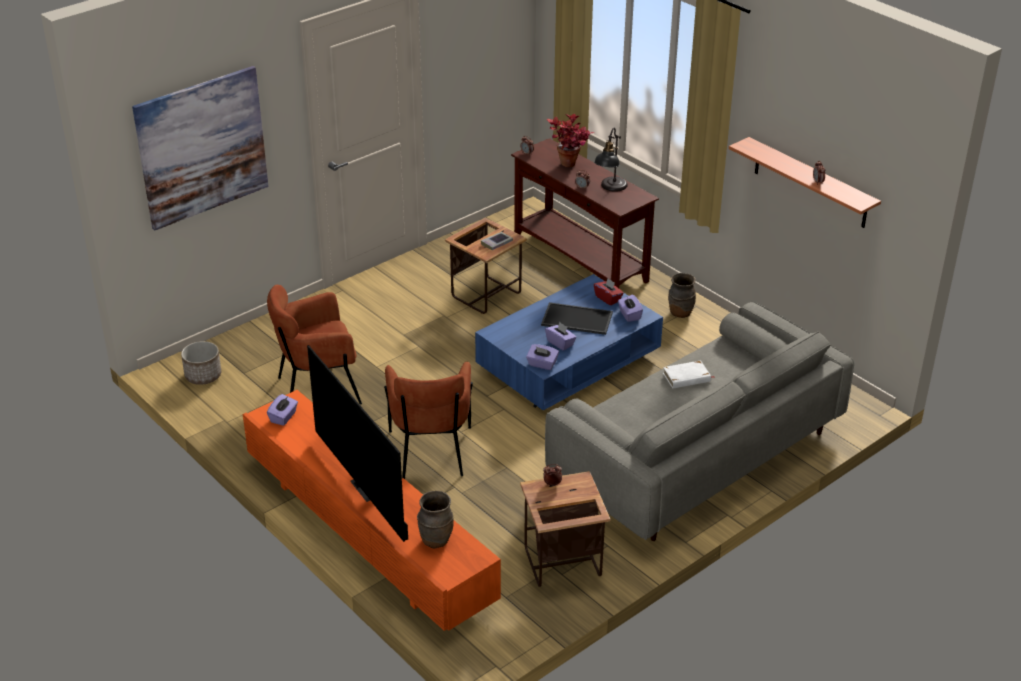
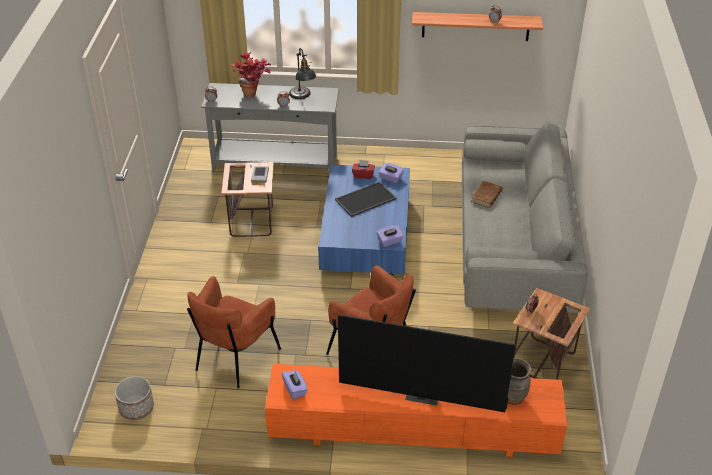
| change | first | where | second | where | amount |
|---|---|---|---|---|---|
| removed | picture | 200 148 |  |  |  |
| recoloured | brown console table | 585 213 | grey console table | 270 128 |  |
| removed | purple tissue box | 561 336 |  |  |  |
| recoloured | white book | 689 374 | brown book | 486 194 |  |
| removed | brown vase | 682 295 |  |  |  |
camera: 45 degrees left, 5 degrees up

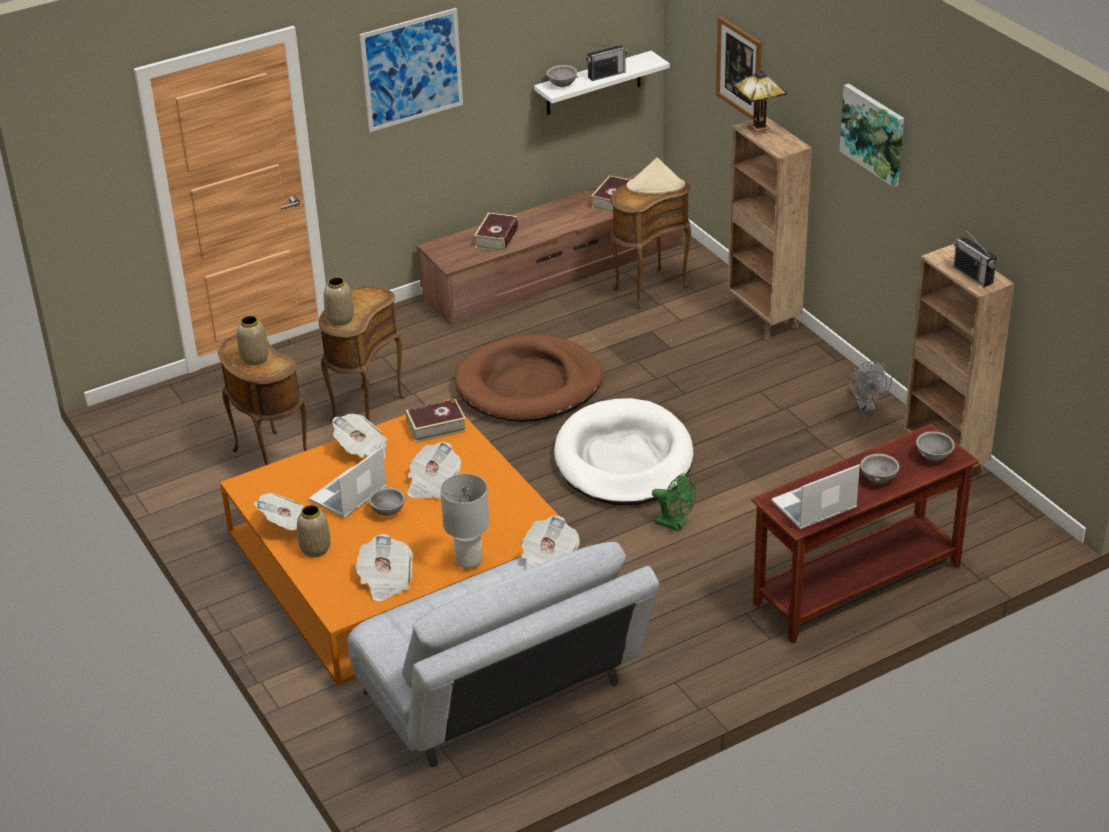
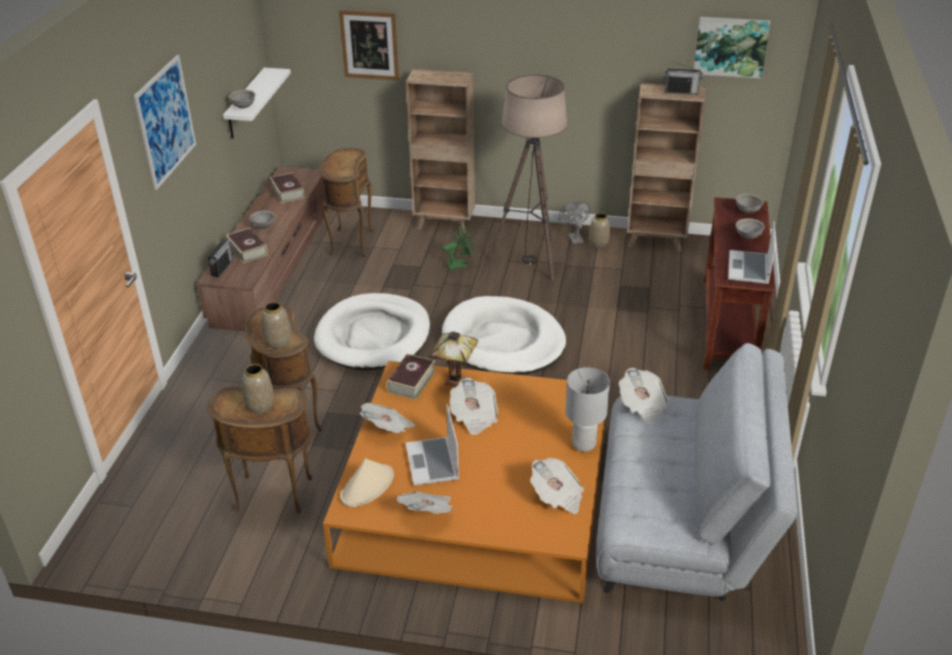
| change | first | where | second | where | amount |
|---|---|---|---|---|---|
| moved | vase | 314 531 |  | 599 230 |  |
| moved | grey bowl | 386 501 |  | 262 220 |  |
| recoloured | brown dog bed | 528 378 | white dog bed | 372 331 |  |
| moved | radio | 607 62 |  | 221 258 |  |
| moved | beige hat | 656 175 |  | 367 482 |  |
| moved | green fan | 674 502 |  | 458 248 |  |
| moved | table lamp | 760 102 |  | 454 359 |  |
| moved | picture | 871 135 |  | 732 47 |  |
| turned | grey fan | 870 386 |  | 574 222 | 135 degrees counterclockwise |
| added |  |  | floor lamp | 528 178 |  |
camera: 50 degrees left, 0 degrees up

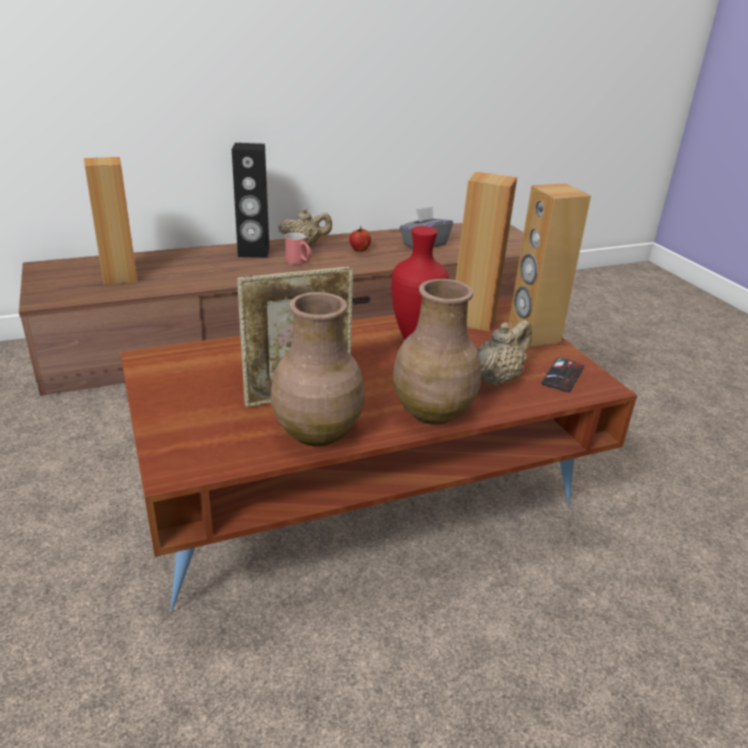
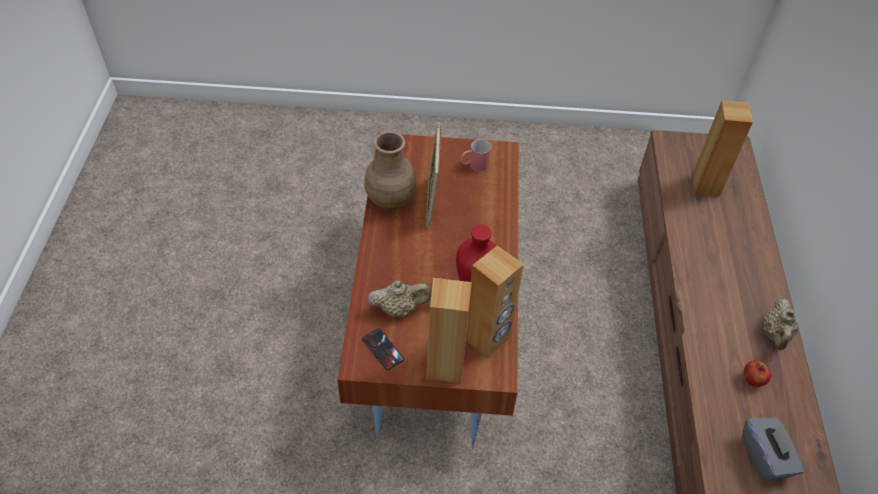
| change | first | where | second | where | amount |
|---|---|---|---|---|---|
| removed | black speaker | 250 200 |  |  |  |
| moved | red mug | 298 249 |  | 475 155 |  |
| removed | brown vase | 436 352 |  |  |  |
| turned | beige teapot | 505 352 |  | 399 298 | 75 degrees counterclockwise |
camera: 115 degrees right, 20 degrees up

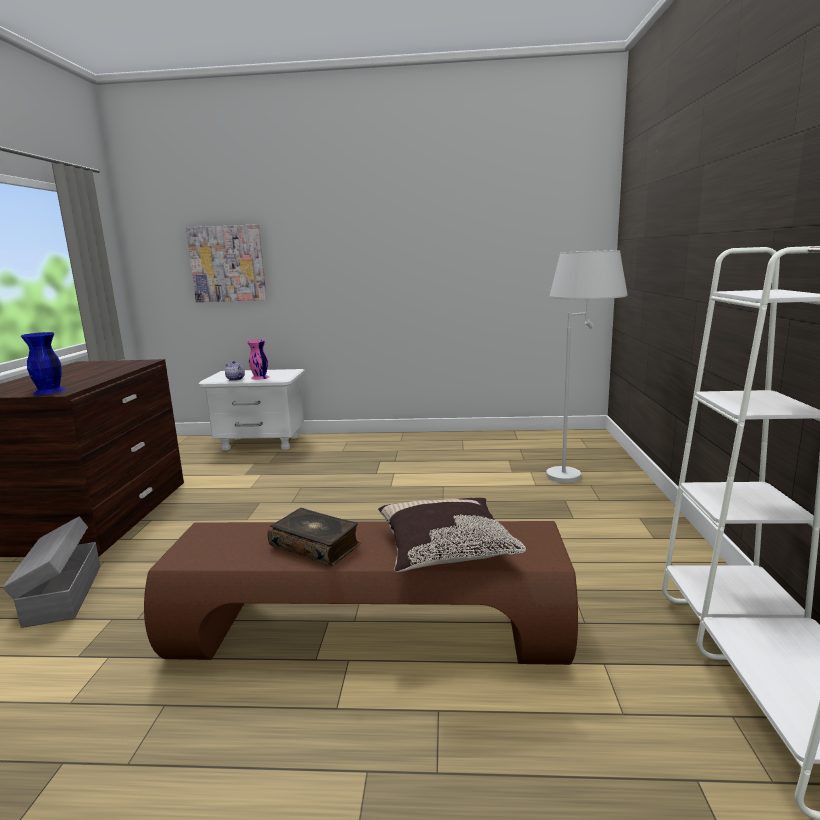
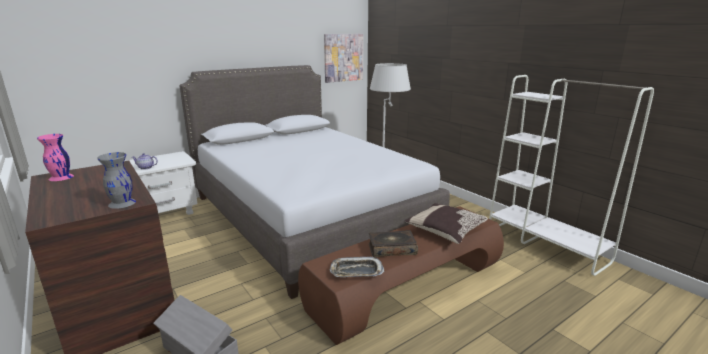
| change | first | where | second | where | amount |
|---|---|---|---|---|---|
| recoloured | blue vase | 43 363 | grey vase | 116 180 |  |
| moved | picture | 226 263 |  | 343 58 |  |
| moved | pink vase | 258 360 |  | 55 157 |  |
| added |  |  | grey bed | 314 182 |  |
| added |  |  | tray | 357 267 |  |
camera: 40 degrees left, 5 degrees up

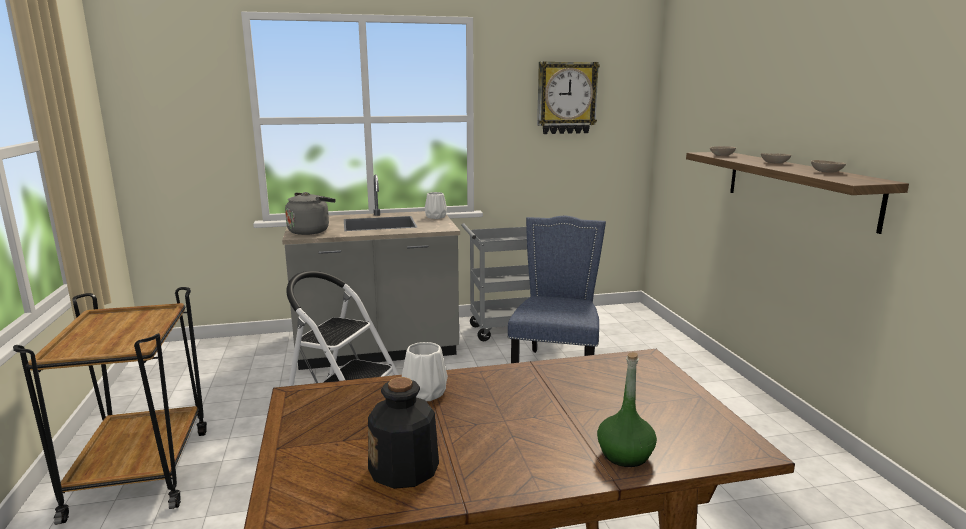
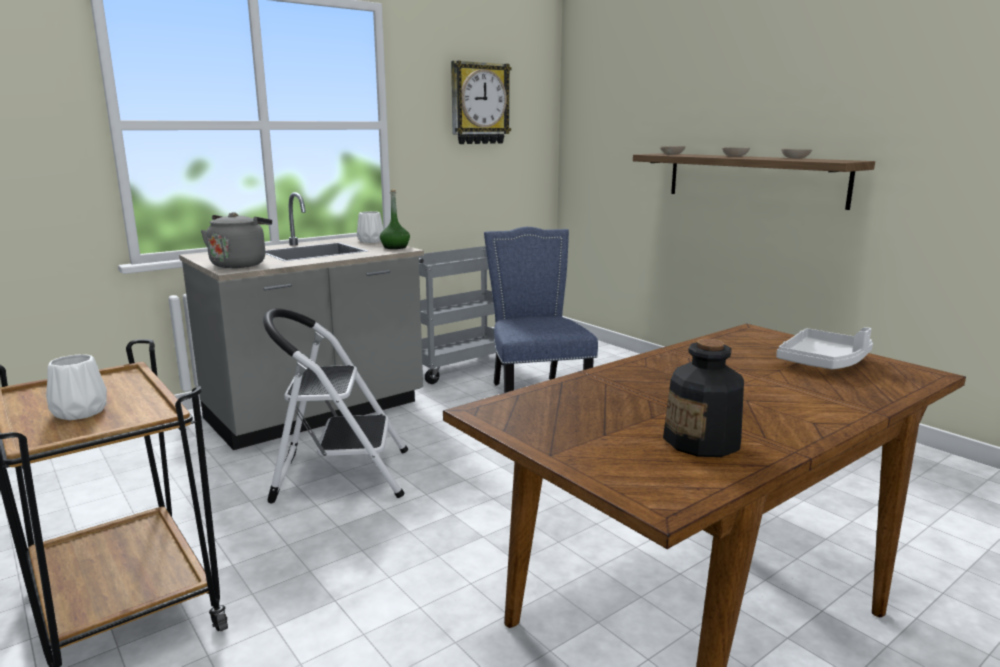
| change | first | where | second | where | amount |
|---|---|---|---|---|---|
| moved | white vase | 425 371 |  | 76 387 |  |
| moved | green bottle | 627 409 |  | 395 219 |  |
| added |  |  | grey tray | 824 348 |  |
camera: 25 degrees left, 0 degrees up

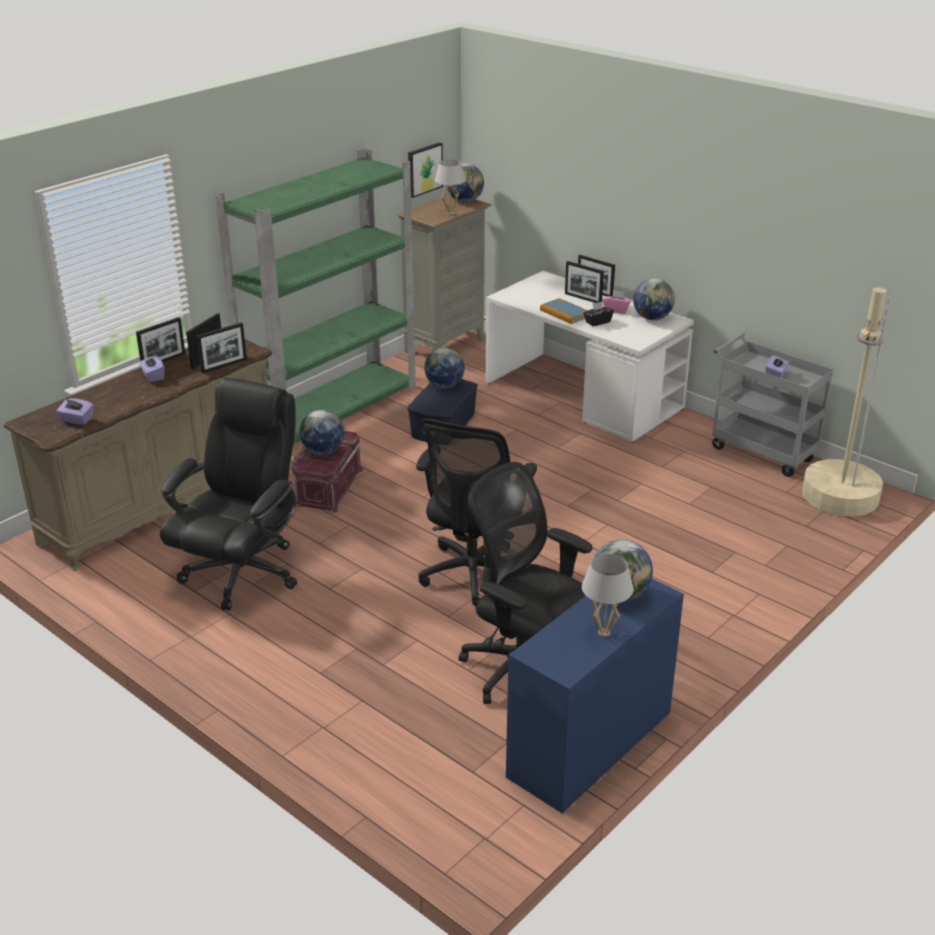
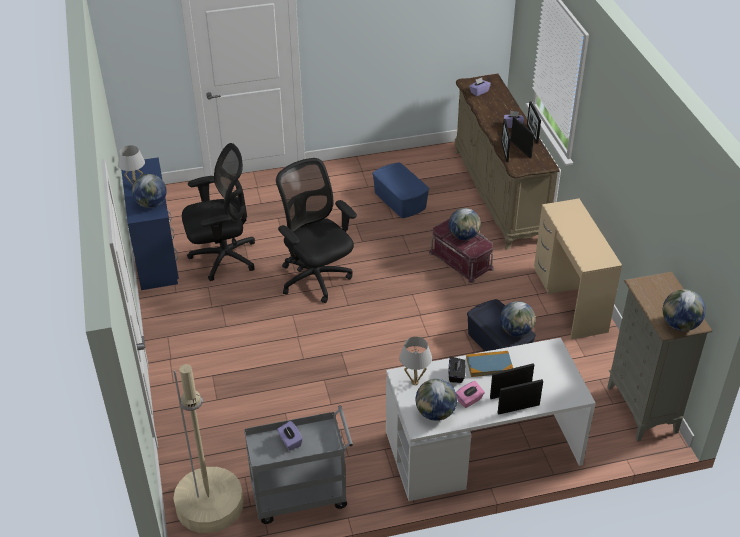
| change | first | where | second | where | amount |
|---|---|---|---|---|---|
| replaced | black office chair | 228 494 | blue storage box | 400 190 |  |
| replaced | green bookcase | 315 296 | beige desk | 578 269 |  |
| removed | picture | 425 170 |  |  |  |
| moved | white table lamp | 450 187 |  | 415 361 |  |
camera: 125 degrees right, 10 degrees up

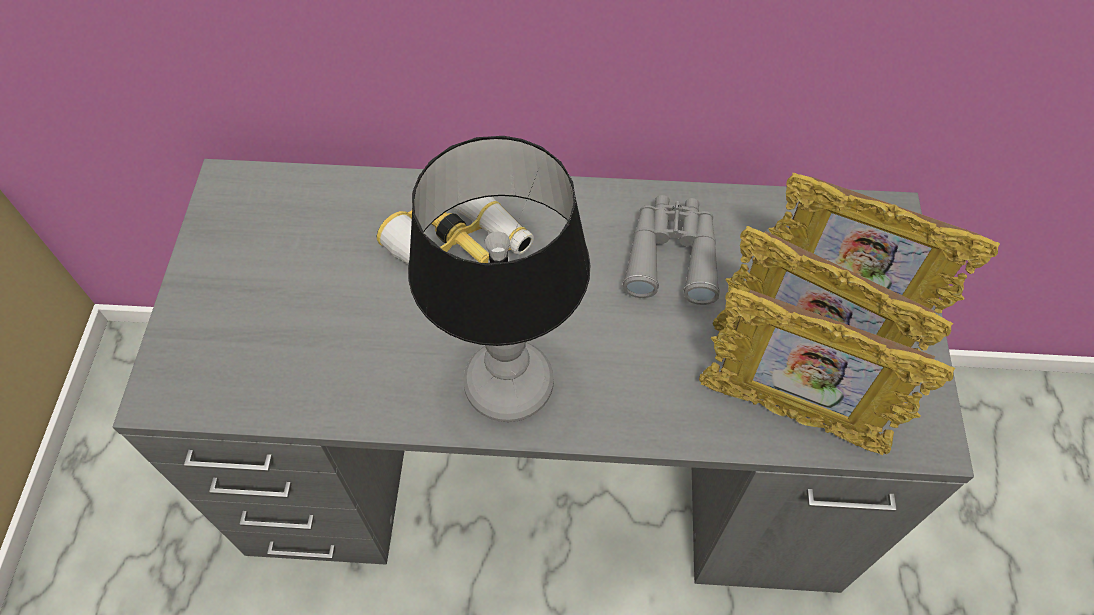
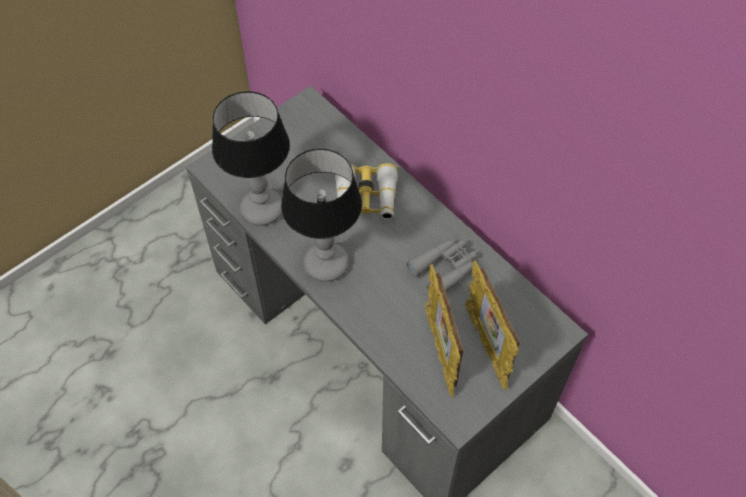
| change | first | where | second | where | amount |
|---|---|---|---|---|---|
| removed | picture frame | 827 371 |  |  |  |
| added |  |  | table lamp | 251 158 |  |
camera: 45 degrees right, 0 degrees up

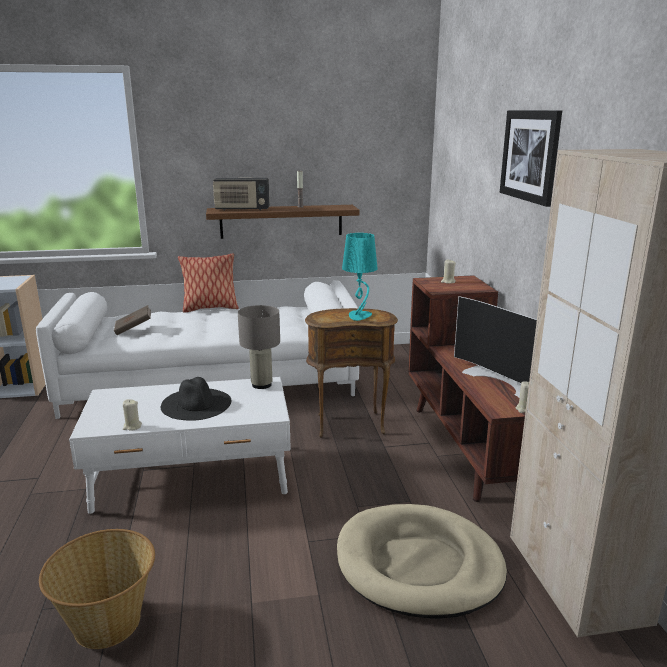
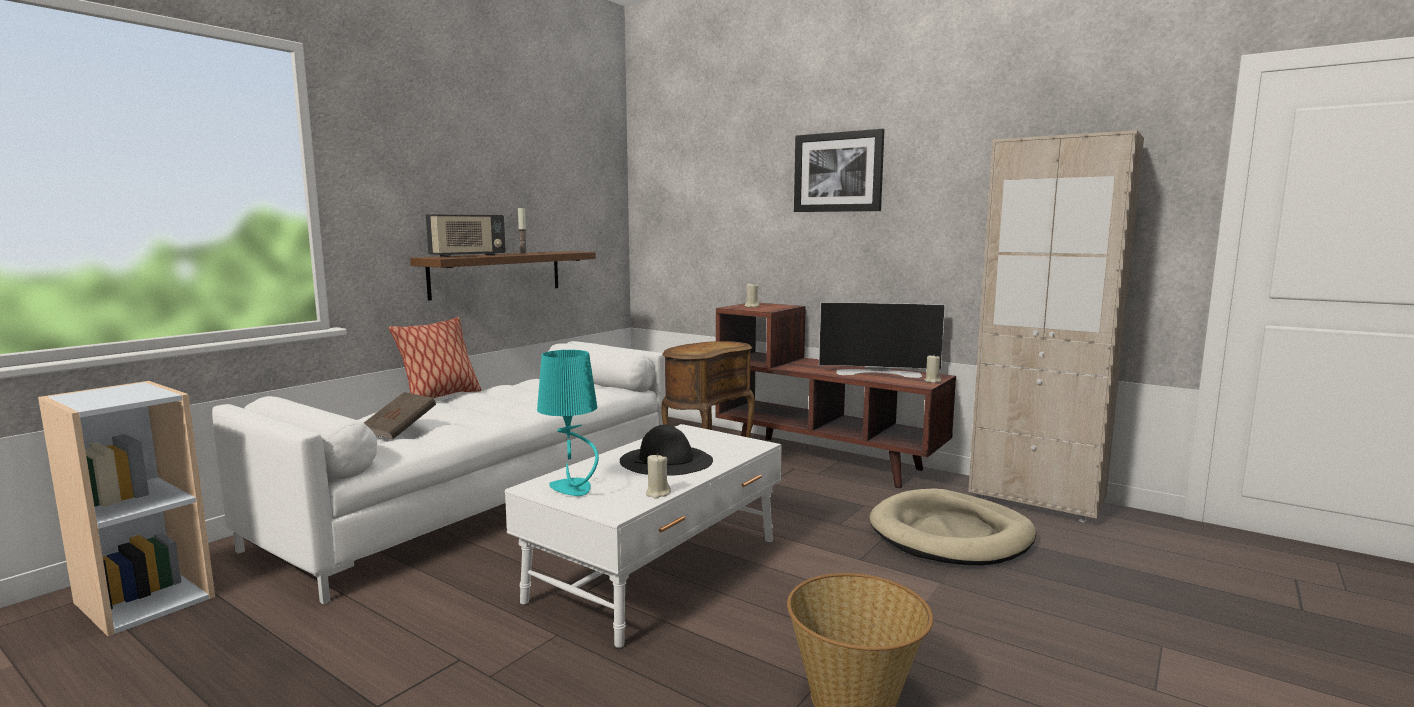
| change | first | where | second | where | amount |
|---|---|---|---|---|---|
| removed | grey table lamp | 259 347 |  |  |  |
| moved | turquoise table lamp | 360 277 |  | 568 423 |  |
camera: 45 degrees left, 10 degrees down

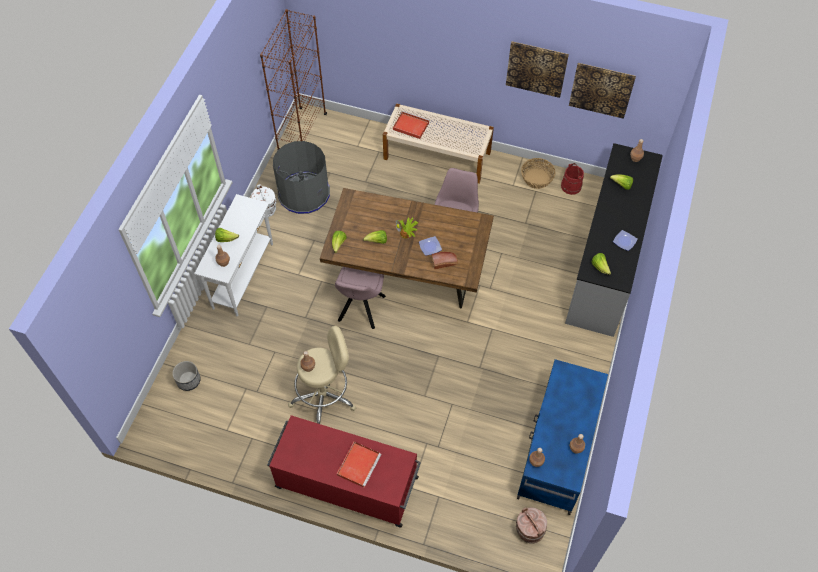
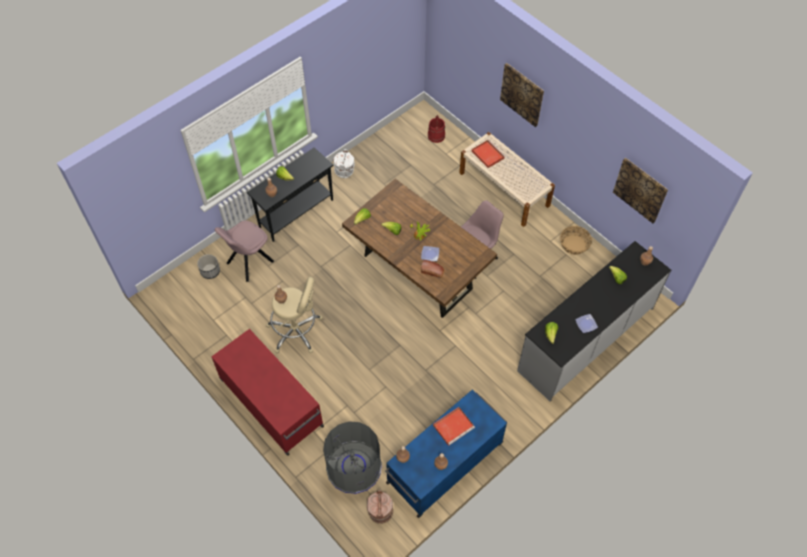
| change | first | where | second | where | amount |
|---|---|---|---|---|---|
| recoloured | white console table | 233 255 | black console table | 290 194 |  |
| removed | brown bookcase | 293 79 |  |  |  |
| moved | grey trash can | 301 177 |  | 352 457 |  |
| moved | pink chair | 360 298 |  | 244 251 |  |
| moved | red tray | 359 464 |  | 454 426 |  |
| moved | picture | 537 69 |  | 522 95 |  |
| moved | red bucket | 572 179 |  | 436 129 |  |
camera: 30 degrees right, 0 degrees up

